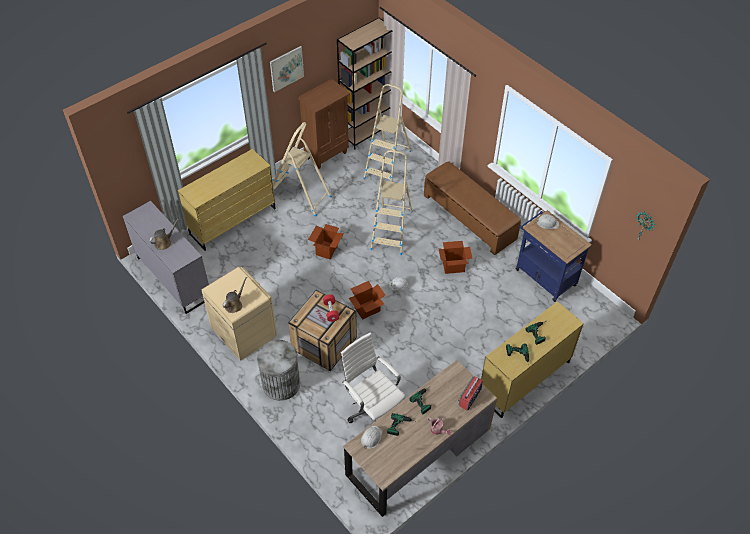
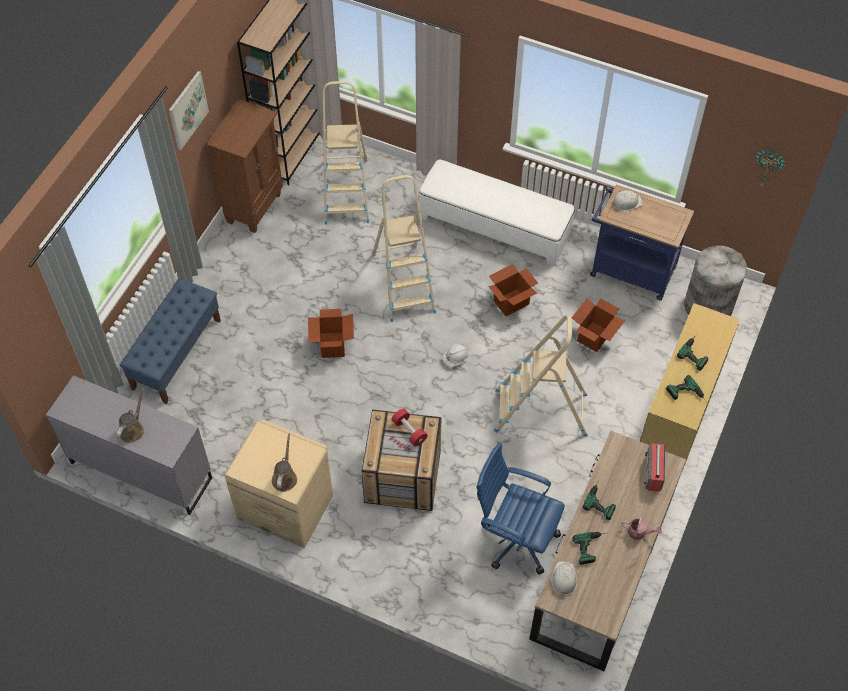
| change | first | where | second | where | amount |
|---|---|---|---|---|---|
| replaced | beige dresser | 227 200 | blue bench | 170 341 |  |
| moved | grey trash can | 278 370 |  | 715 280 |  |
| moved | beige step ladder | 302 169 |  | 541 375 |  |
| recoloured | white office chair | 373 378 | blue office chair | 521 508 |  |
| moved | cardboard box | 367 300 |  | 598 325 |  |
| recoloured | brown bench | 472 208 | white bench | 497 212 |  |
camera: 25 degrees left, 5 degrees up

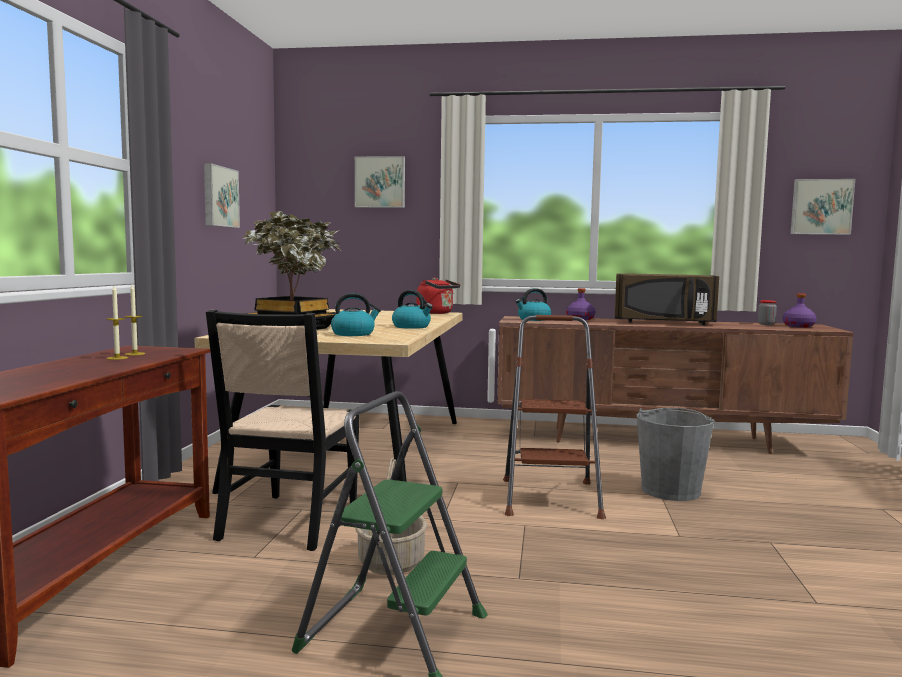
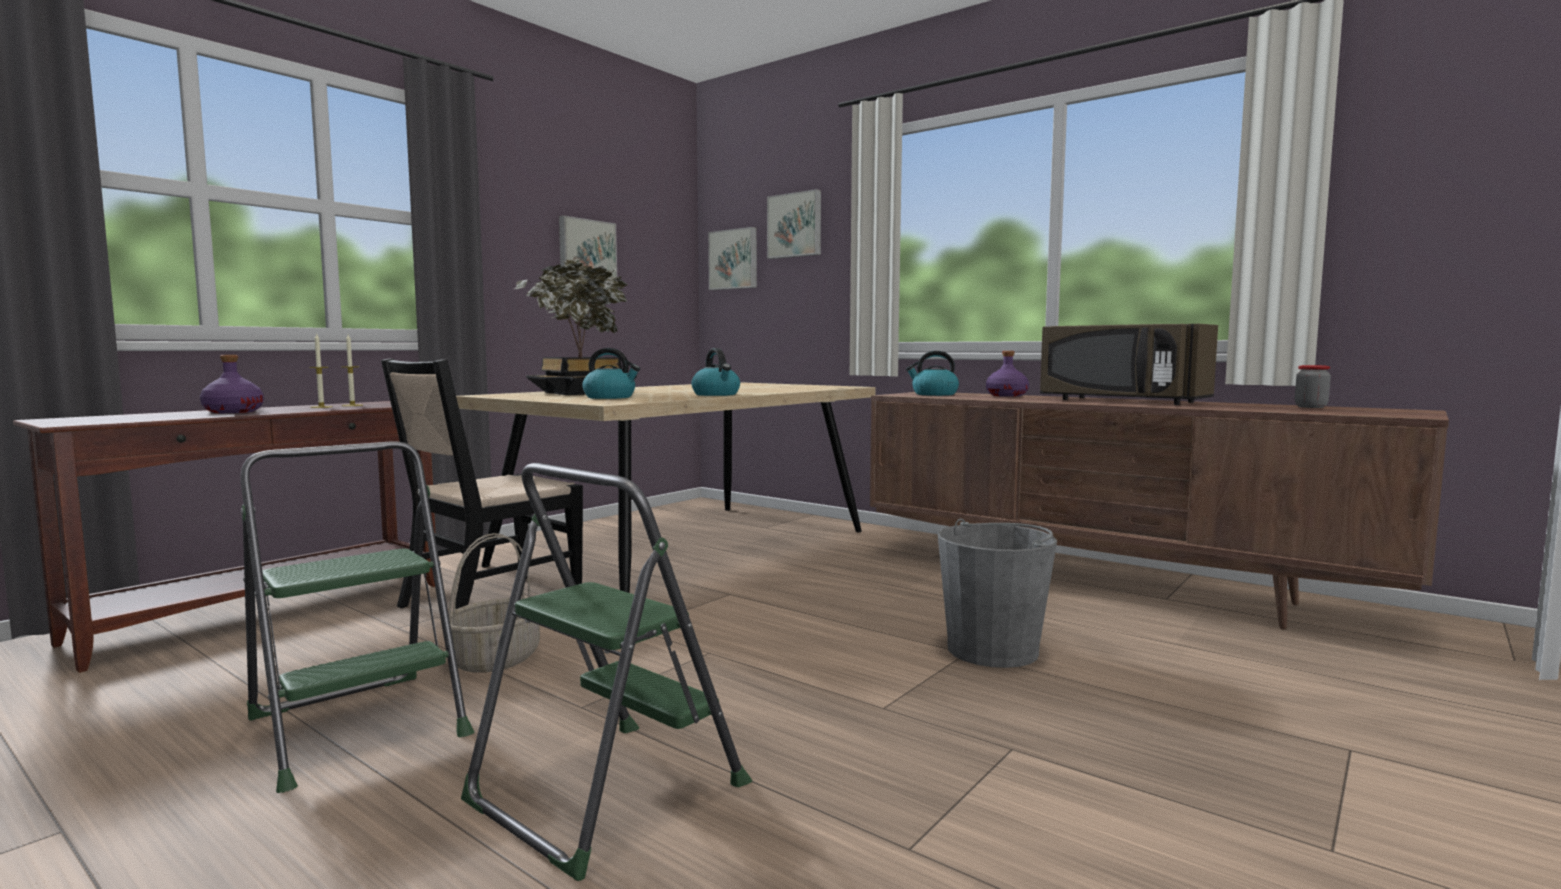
| change | first | where | second | where | amount |
|---|---|---|---|---|---|
| removed | red kettle | 438 295 |  |  |  |
| removed | brown step ladder | 554 417 |  |  |  |
| moved | purple bottle | 799 310 |  | 232 384 |  |
| moved | picture | 823 207 |  | 732 258 |  |
| added |  |  | green step ladder | 606 672 |  |
camera: 30 degrees right, 0 degrees up

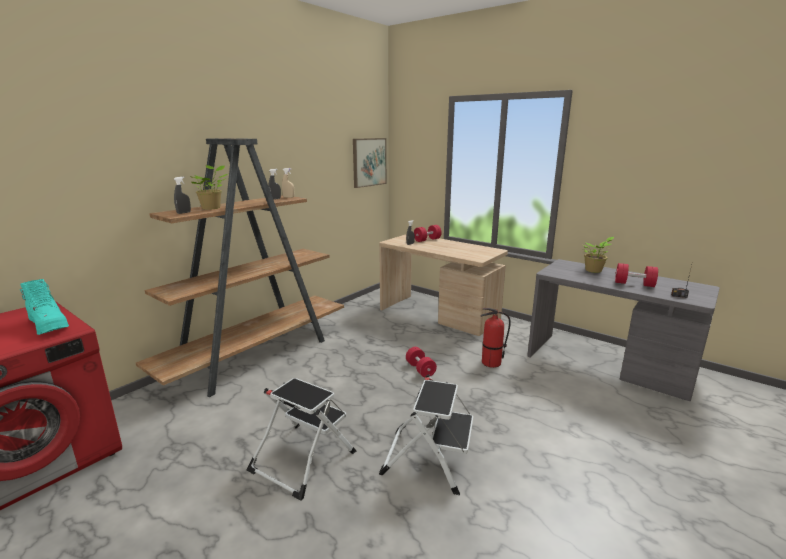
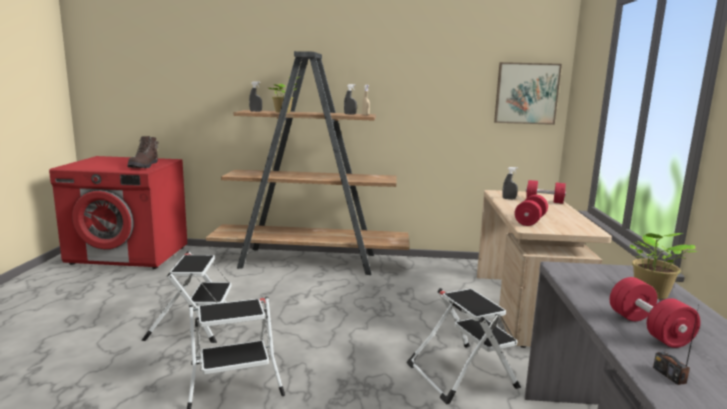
| change | first | where | second | where | amount |
|---|---|---|---|---|---|
| recoloured | turquoise boot | 44 307 | brown boot | 143 152 |  |
| moved | red dumbbell | 421 362 |  | 531 210 |  |
| replaced | fire extinguisher | 496 338 | step ladder | 463 346 |  |
camera: 55 degrees right, 5 degrees down

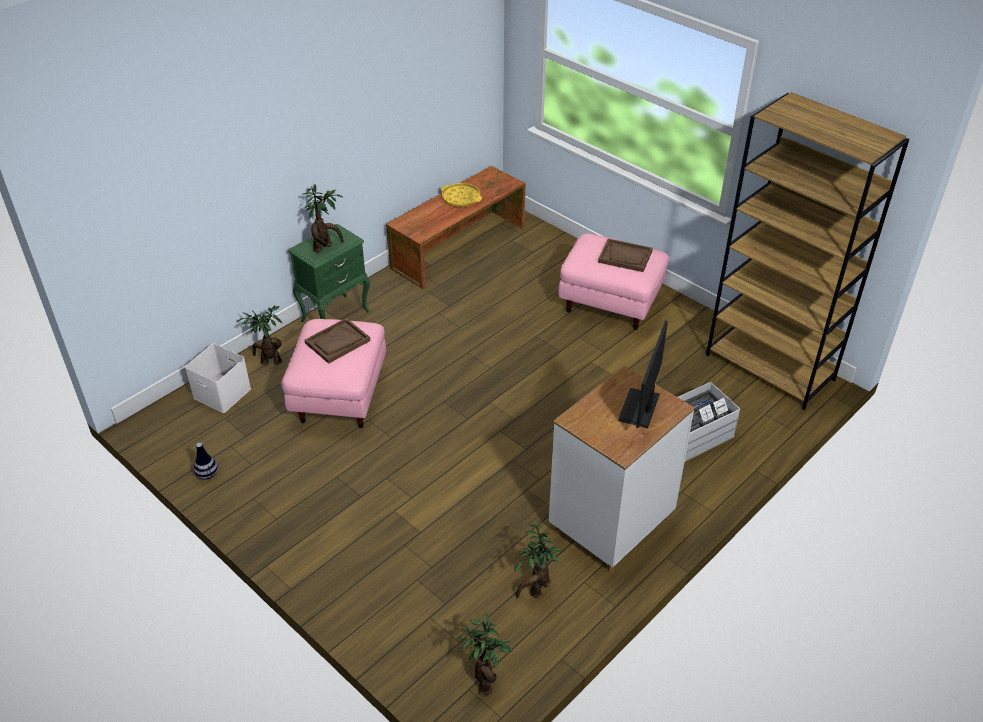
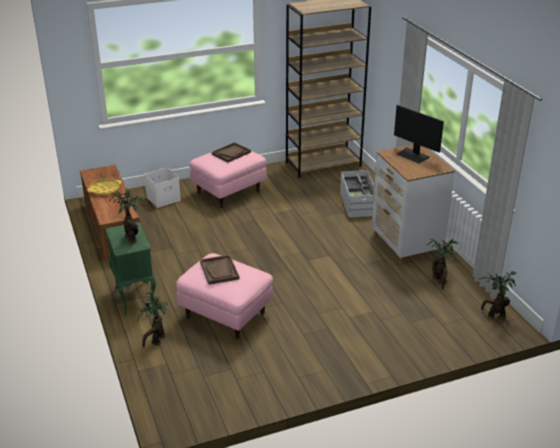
| change | first | where | second | where | amount |
|---|---|---|---|---|---|
| moved | white storage box | 218 378 |  | 162 187 |  |
| removed | vase | 205 461 |  |  |  |
camera: 65 degrees left, 10 degrees down

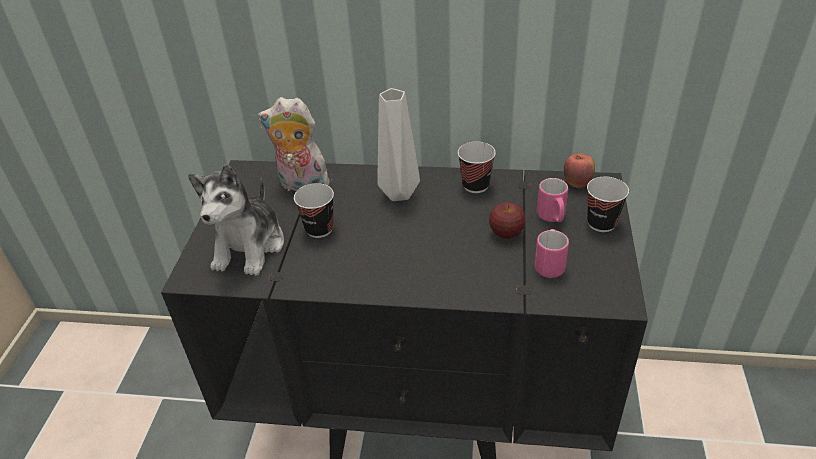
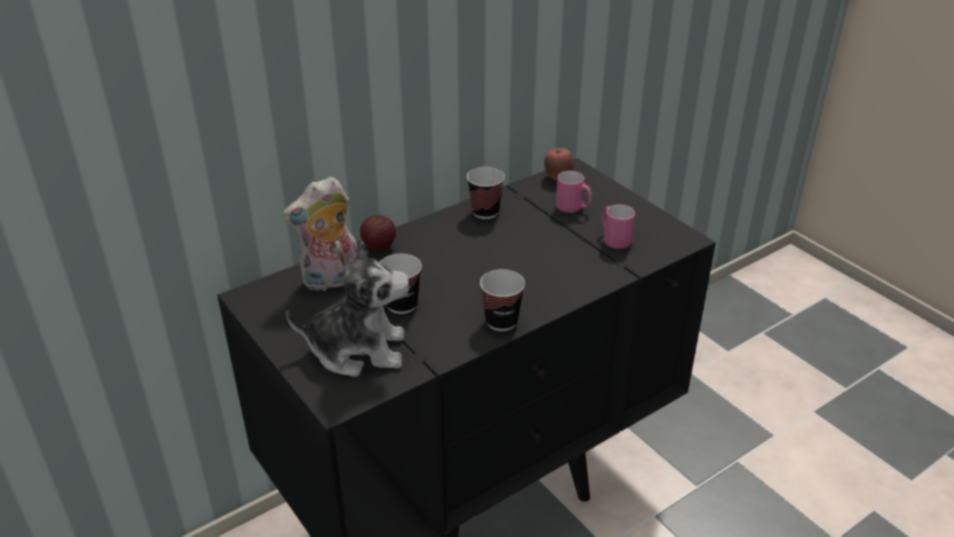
| change | first | where | second | where | amount |
|---|---|---|---|---|---|
| turned | plush toy | 236 220 |  | 348 309 | 60 degrees counterclockwise |
| removed | grey vase | 398 144 |  |  |  |
| moved | apple | 507 220 |  | 378 233 |  |
| moved | cup | 608 204 |  | 502 300 |  |
camera: 45 degrees left, 5 degrees down

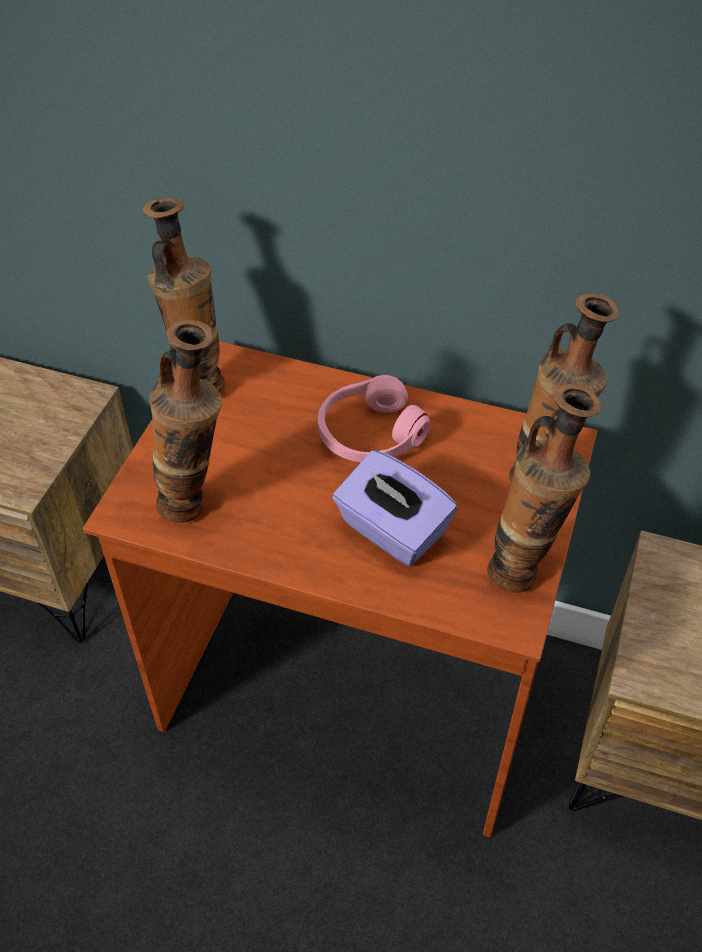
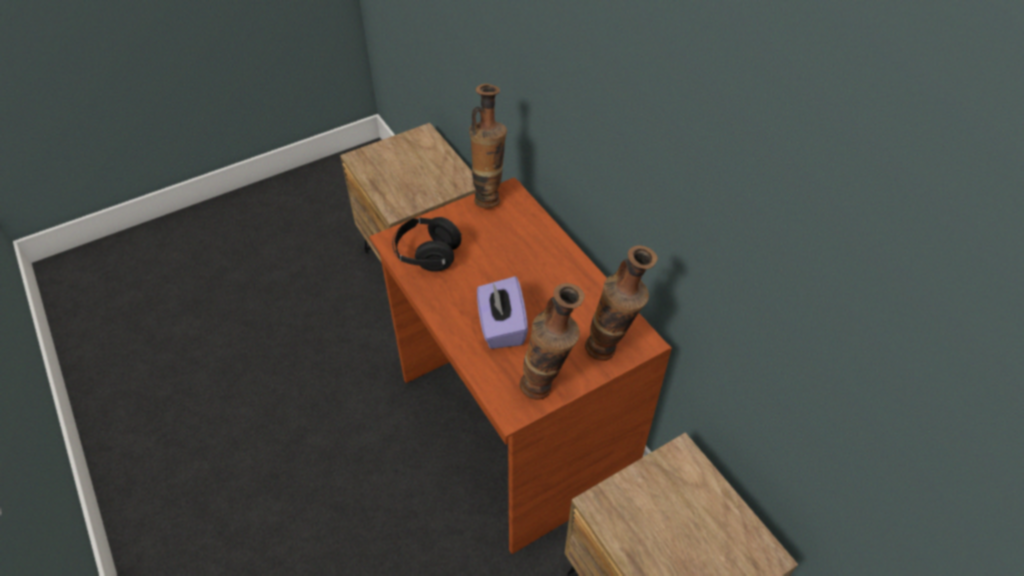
| change | first | where | second | where | amount |
|---|---|---|---|---|---|
| replaced | vase | 186 421 | black headphones | 427 244 |  |
| removed | pink headphones | 374 418 |  |  |  |
camera: 40 degrees right, 0 degrees up

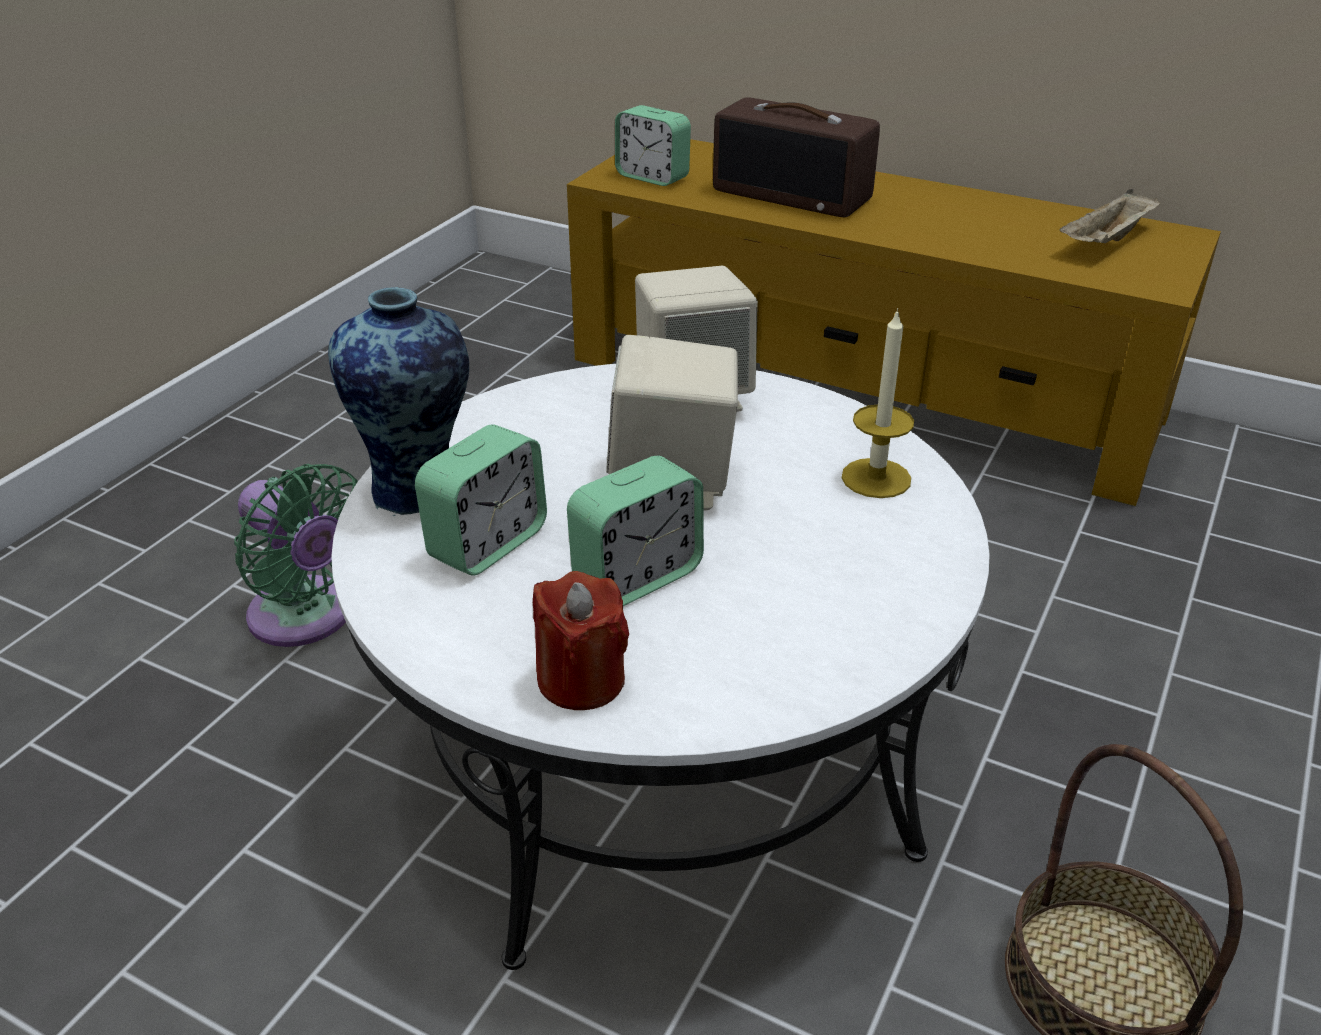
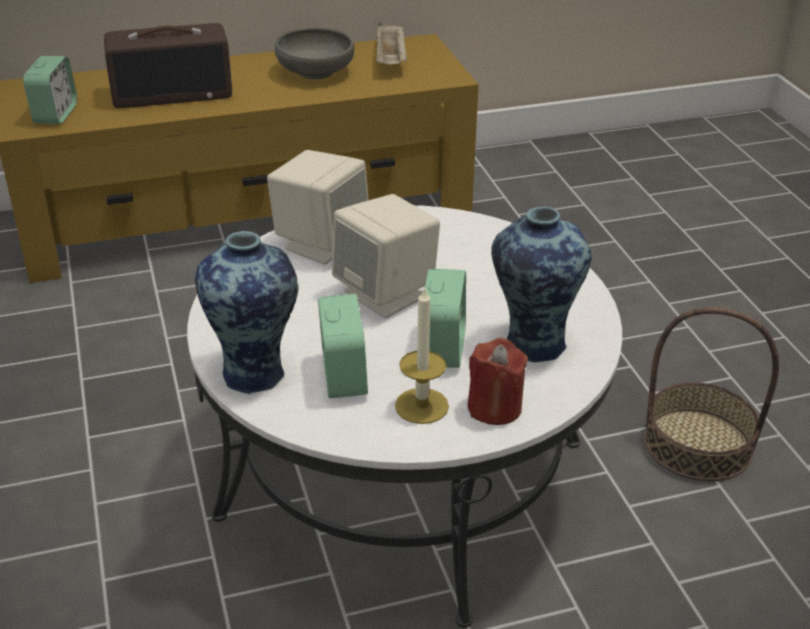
| change | first | where | second | where | amount |
|---|---|---|---|---|---|
| removed | green fan | 296 555 |  |  |  |
| turned | alarm clock | 653 145 |  | 50 90 | 75 degrees counterclockwise |
| moved | candle | 878 403 |  | 422 355 |  |
| added |  |  | grey bowl | 314 53 |  |
| added |  |  | vase | 541 284 |  |
camera: 45 degrees left, 0 degrees up

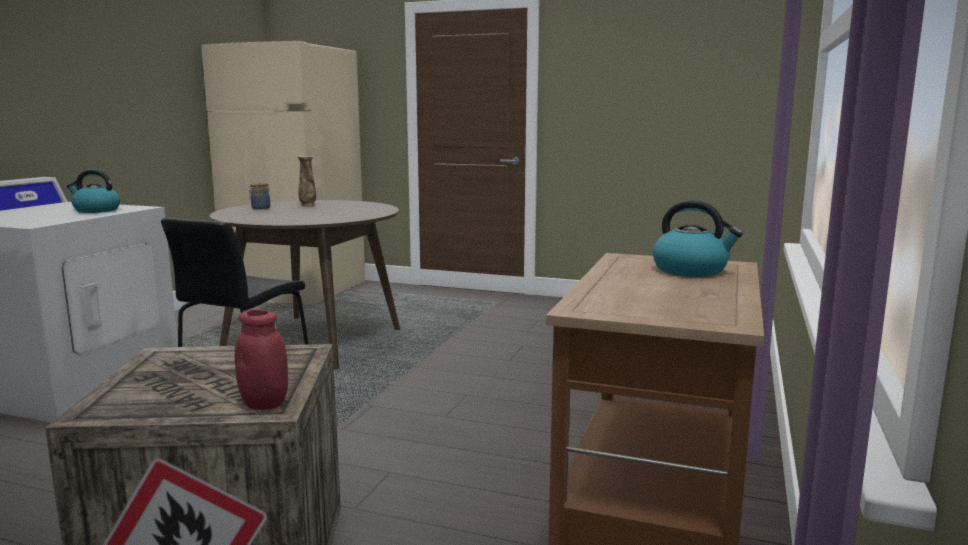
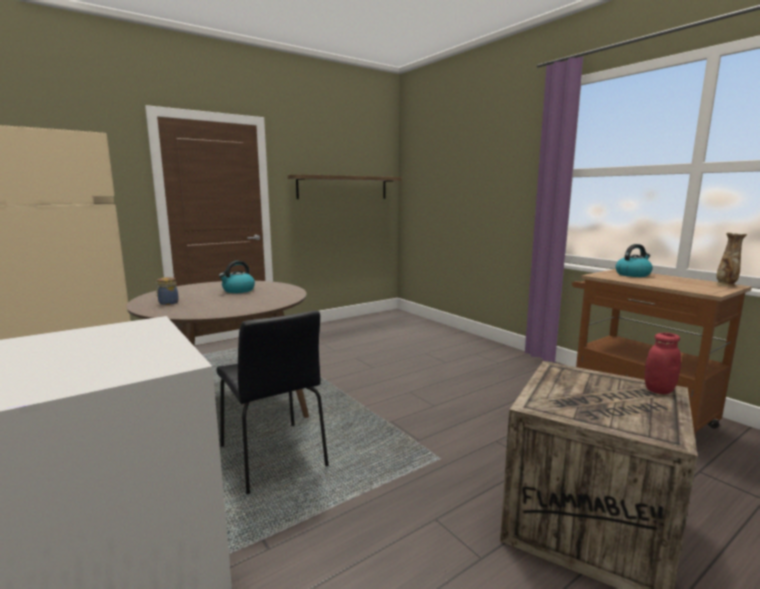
| change | first | where | second | where | amount |
|---|---|---|---|---|---|
| moved | kettle | 93 191 |  | 237 277 |  |
| moved | vase | 306 181 |  | 731 259 |  |
| added |  |  | shelf | 345 186 |  |
camera: 55 degrees left, 0 degrees up

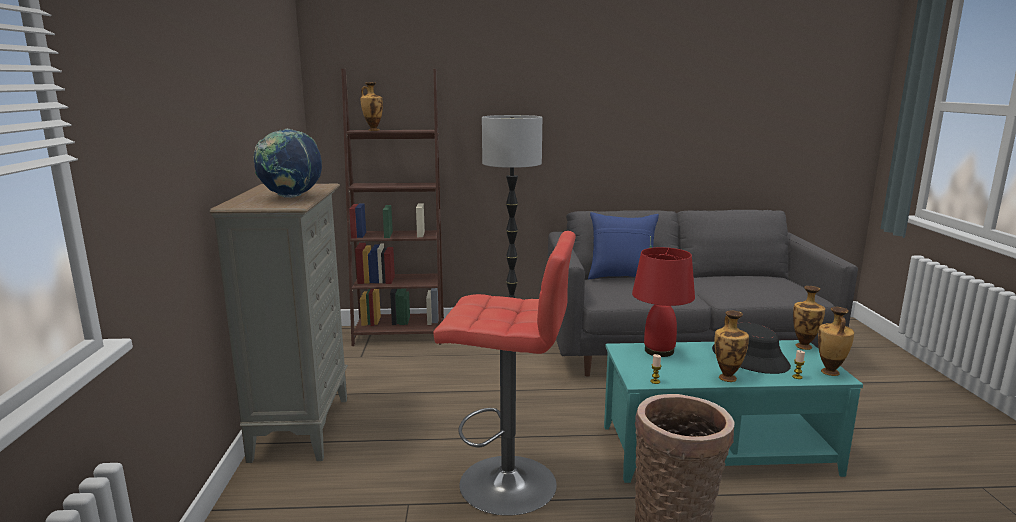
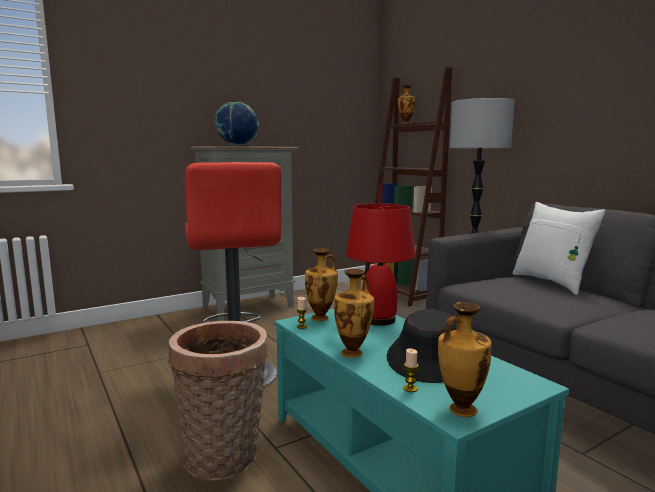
| change | first | where | second | where | amount |
|---|---|---|---|---|---|
| recoloured | blue pillow | 623 245 | white pillow | 559 248 |  |
| moved | vase | 809 318 |  | 321 284 |  |
camera: 60 degrees right, 5 degrees down

